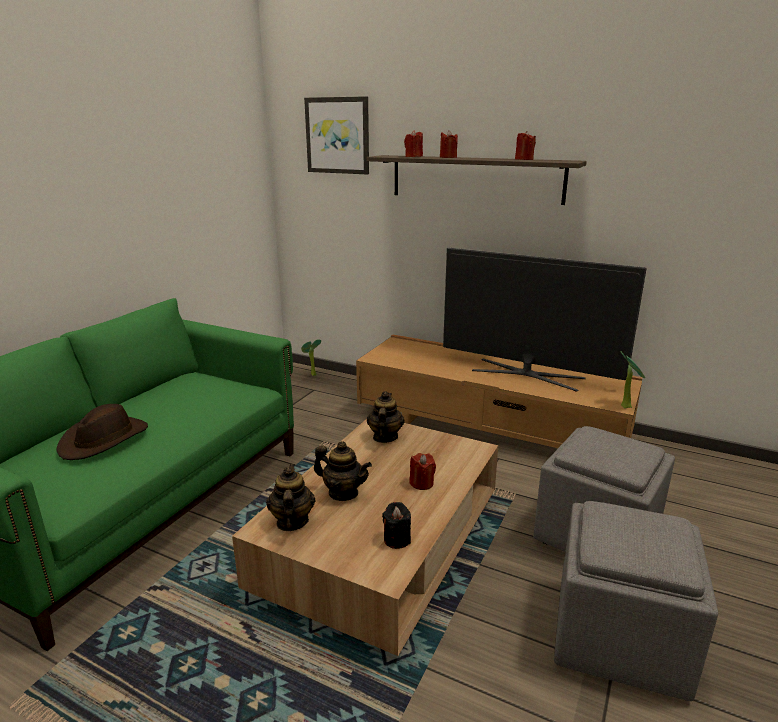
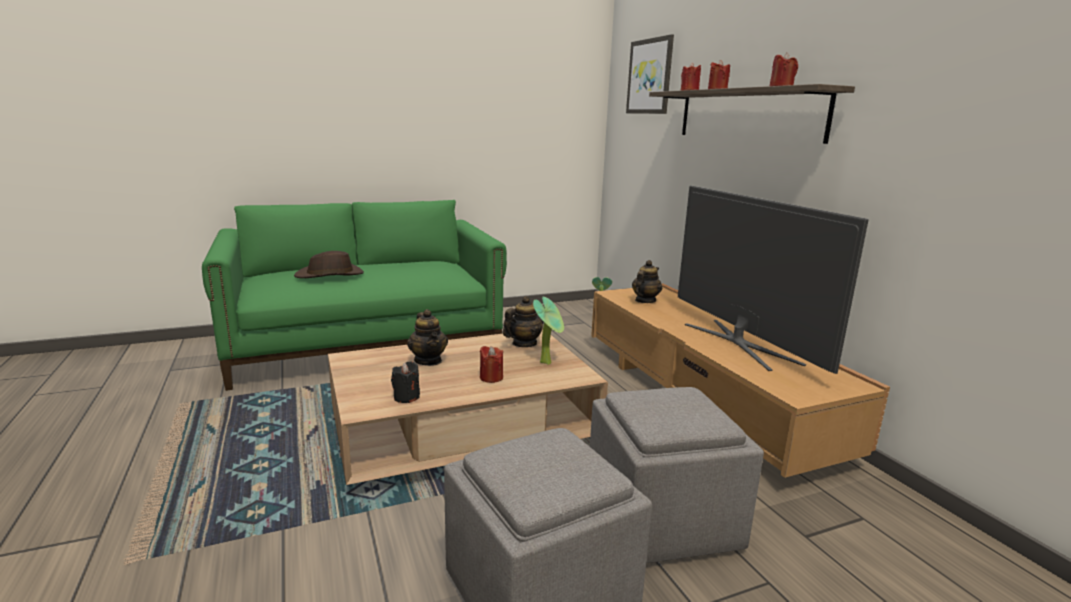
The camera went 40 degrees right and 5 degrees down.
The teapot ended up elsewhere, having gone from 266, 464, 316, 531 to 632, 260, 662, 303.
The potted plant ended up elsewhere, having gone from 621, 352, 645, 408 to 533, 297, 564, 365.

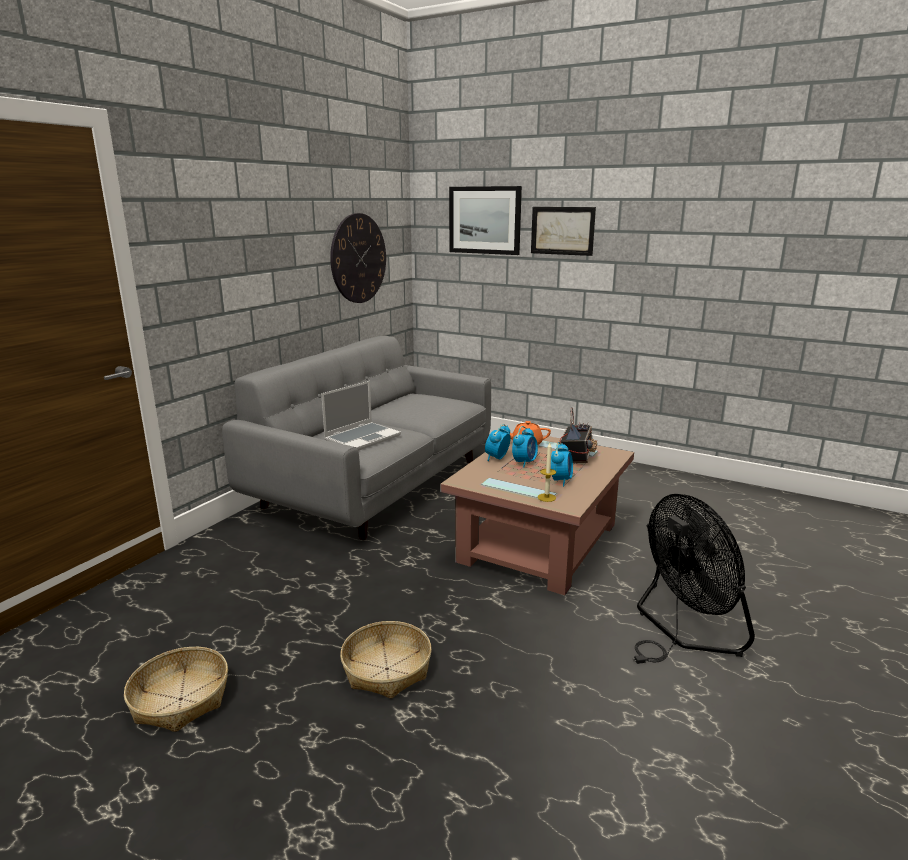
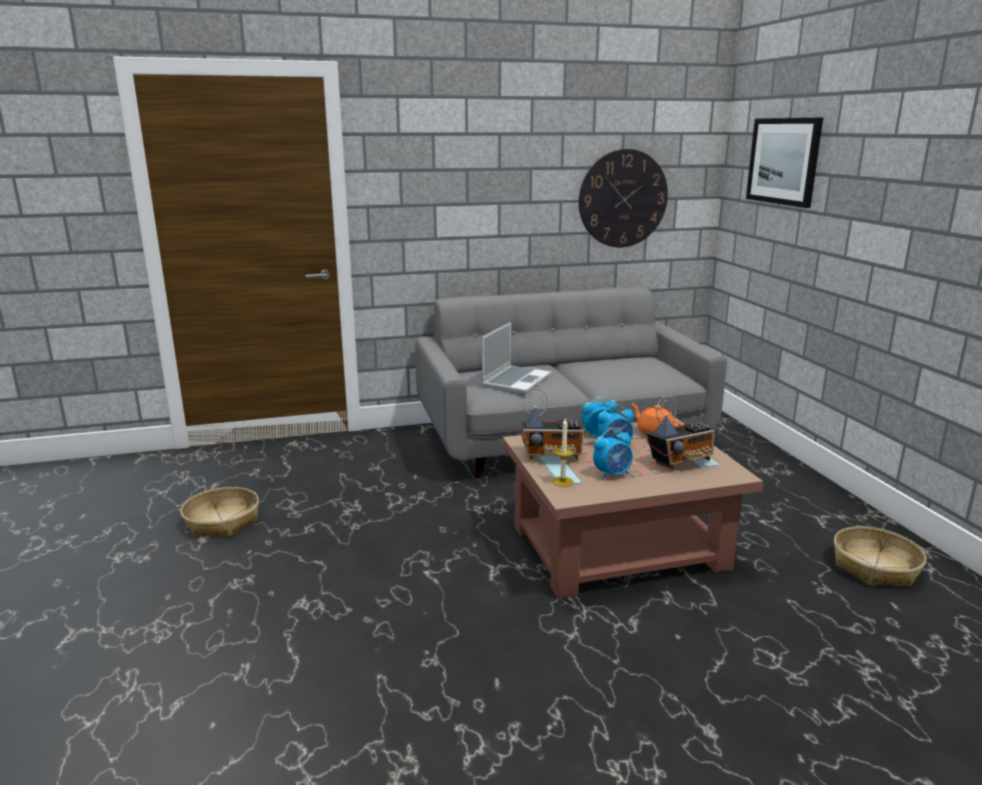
The camera went 45 degrees right and 0 degrees up.
The second view lost the picture at 531, 207, 596, 256.
The second view lost the black fan at 632, 494, 755, 664.
The second view gained the radio at 521, 388, 584, 460.
The basket ended up elsewhere, having gone from 340, 621, 432, 699 to 834, 526, 926, 587.
The laptop at 321, 381, 401, 451 ended up facing another way, 60 degrees counterclockwise from before.

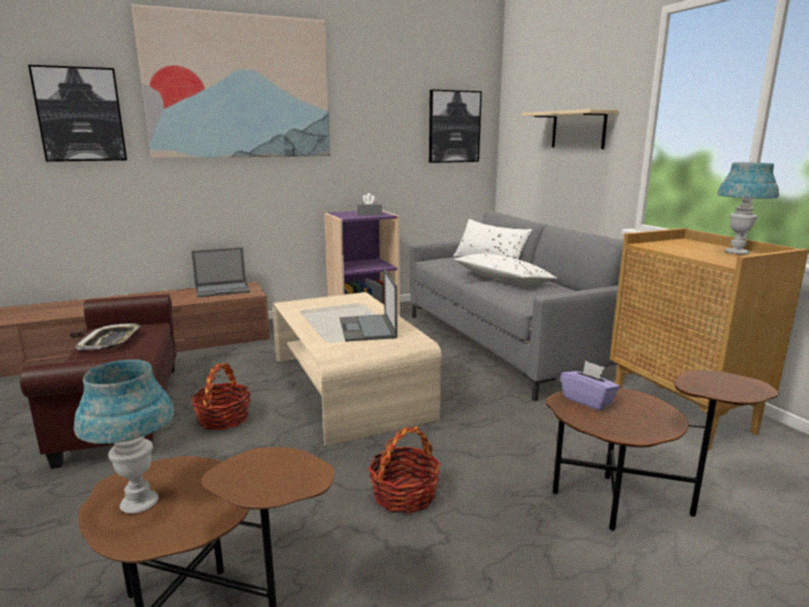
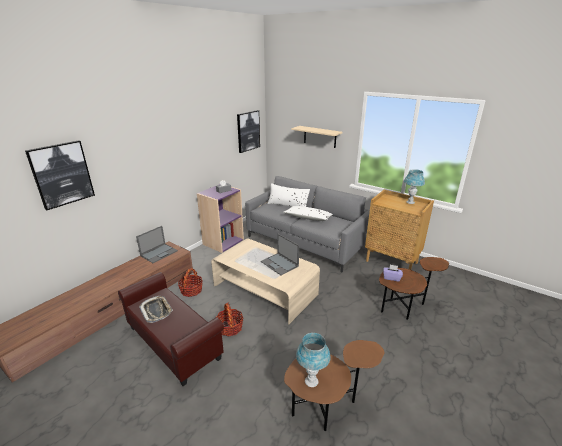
The camera went 30 degrees left and 10 degrees up.
The second view lost the picture at 131, 4, 330, 159.
The basket ended up elsewhere, having gone from 368, 426, 441, 514 to 178, 268, 203, 297.

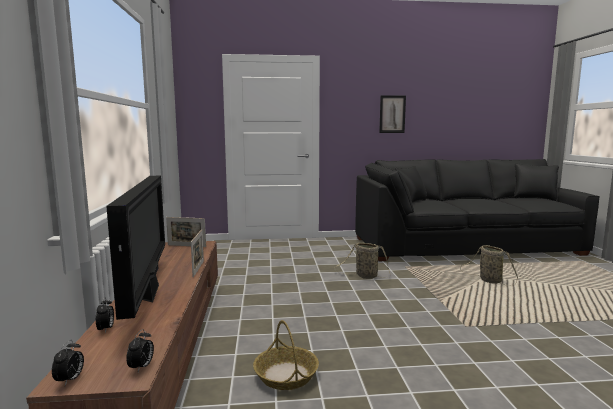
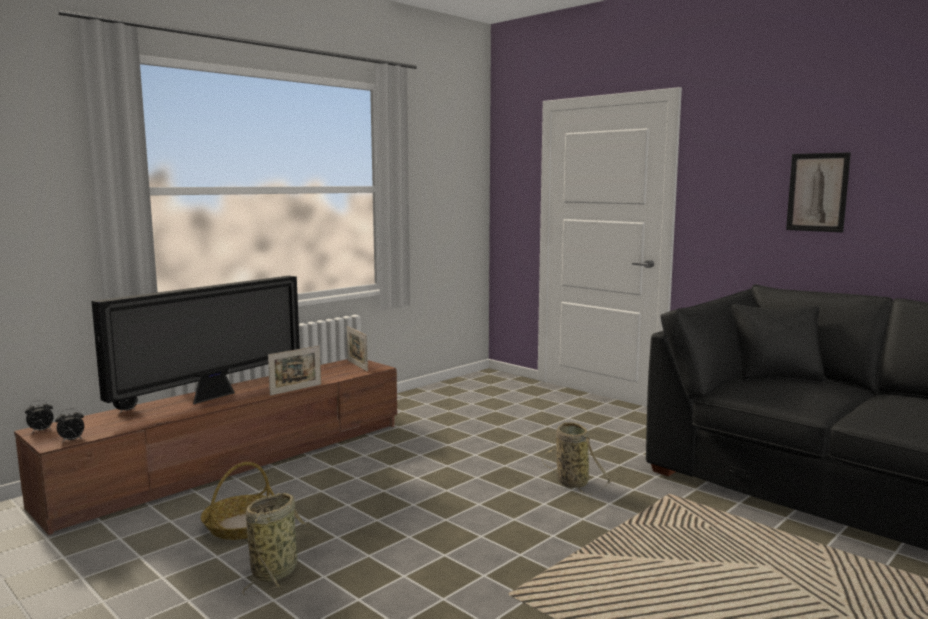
The camera went 50 degrees right and 0 degrees up.
The basket ended up elsewhere, having gone from 460, 245, 518, 286 to 242, 493, 310, 595.

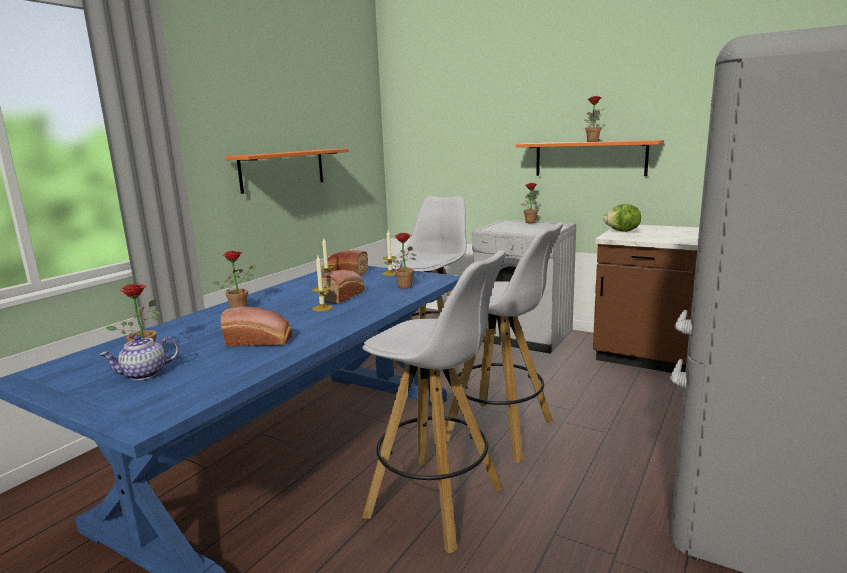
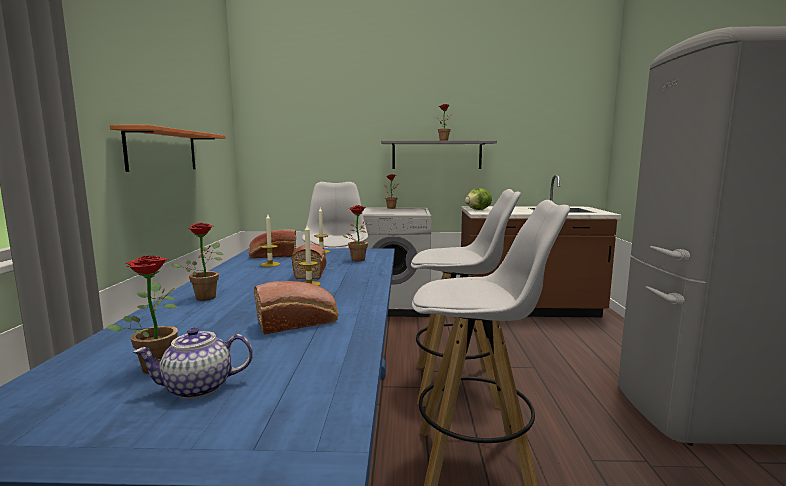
The camera went 30 degrees left and 5 degrees down.
What was the orange shelf at 516, 140, 664, 176 turned into the grey shelf at 381, 140, 497, 169.
The teapot at 99, 335, 179, 380 ended up facing another way, 45 degrees clockwise from before.

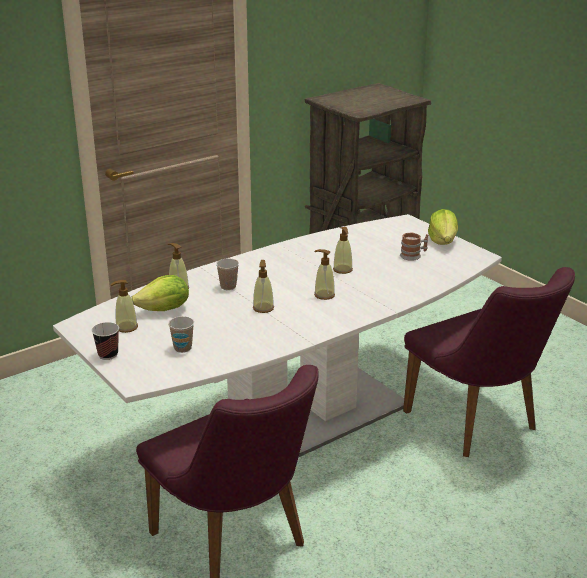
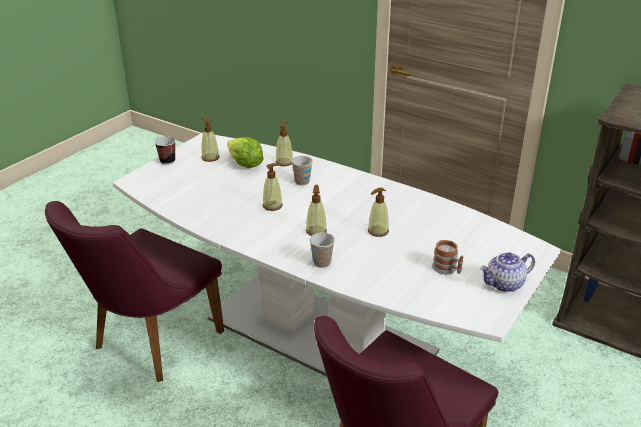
The camera went 70 degrees right and 5 degrees up.
The cup ended up elsewhere, having gone from 168, 316, 194, 353 to 310, 232, 335, 268.
Where the lettuce stood at 428, 209, 458, 245, the teapot came to stand at 480, 252, 535, 292.

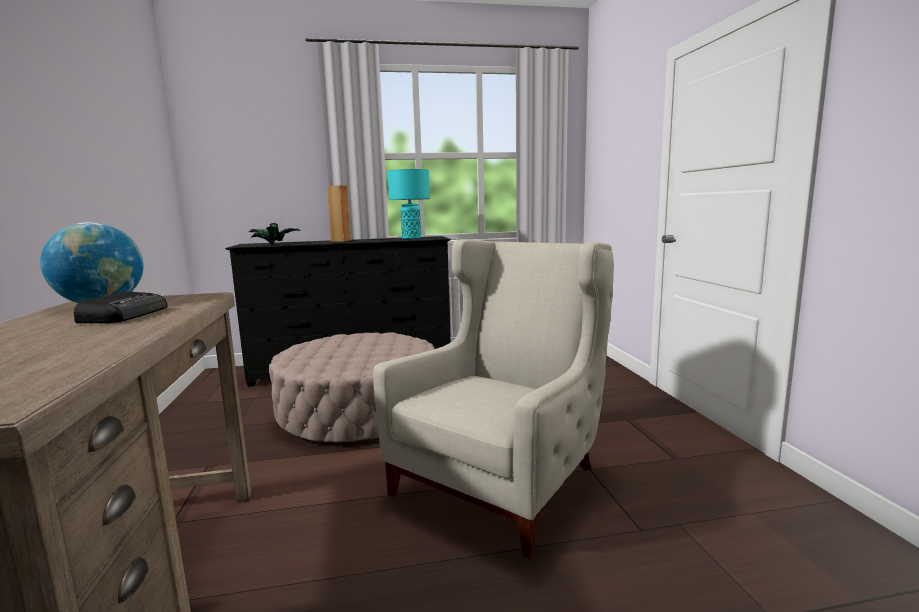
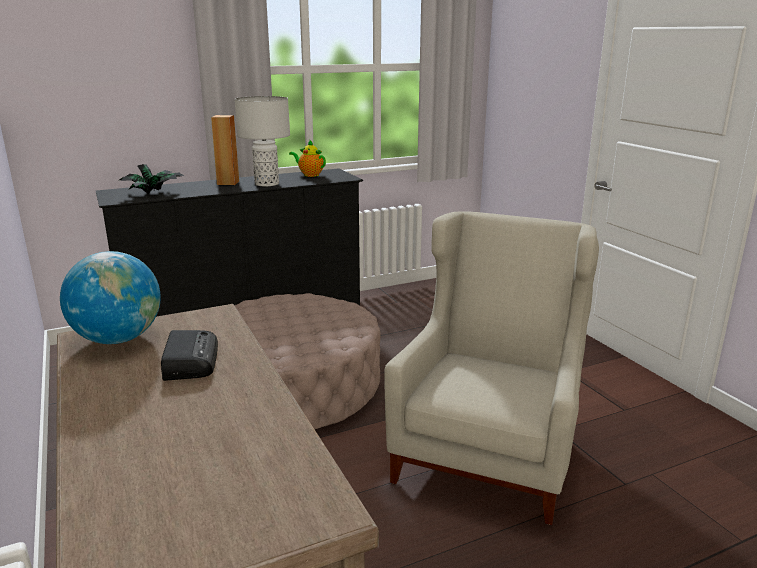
The camera went 15 degrees left and 10 degrees up.
The second view gained the white table lamp at 235, 96, 290, 186.
Where the turquoise table lamp stood at 388, 169, 430, 239, the teapot came to stand at 289, 140, 326, 177.

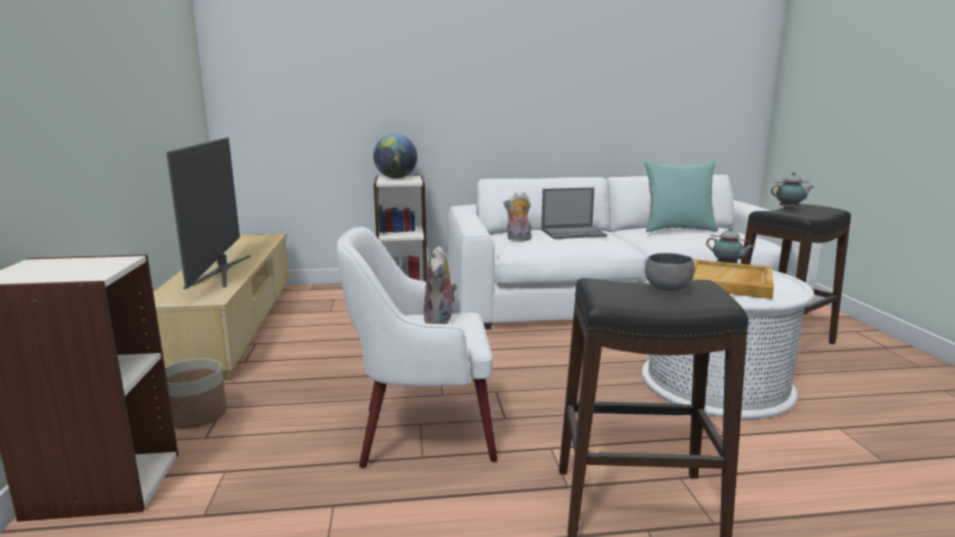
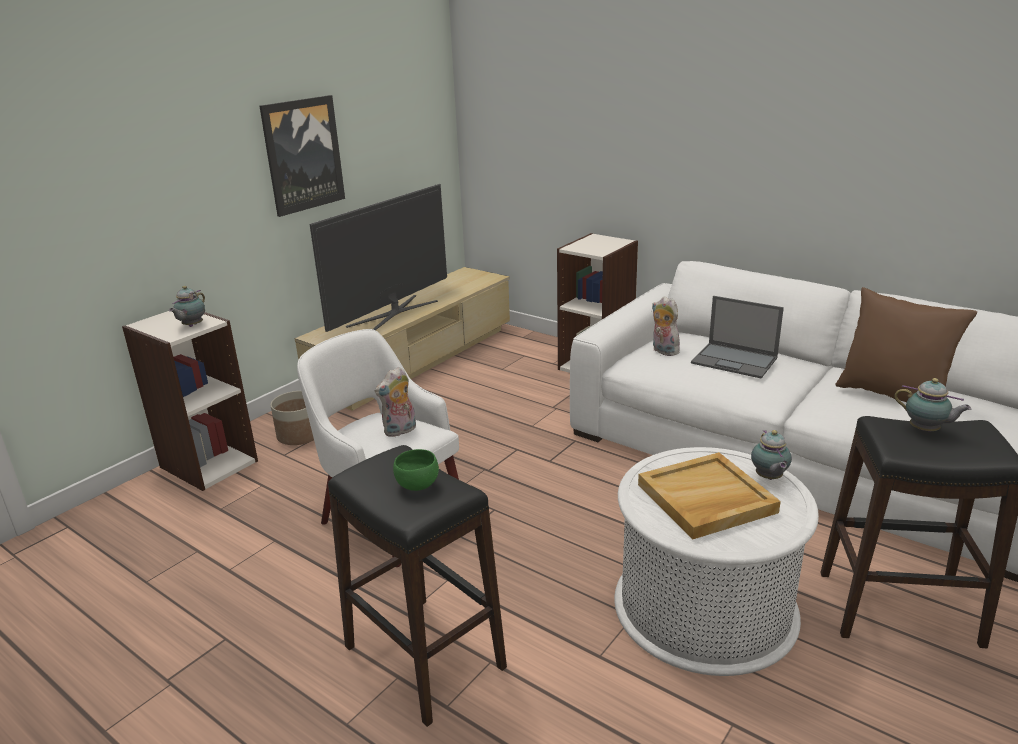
The camera went 45 degrees right and 10 degrees up.
The second view lost the globe at 373, 134, 418, 178.
The second view gained the teapot at 169, 286, 205, 327.
The second view gained the picture at 259, 95, 345, 217.
What was the turquoise pillow at 645, 161, 718, 232 turned into the brown pillow at 835, 287, 977, 402.
What was the grey bowl at 645, 253, 695, 291 turned into the green bowl at 393, 449, 439, 491.

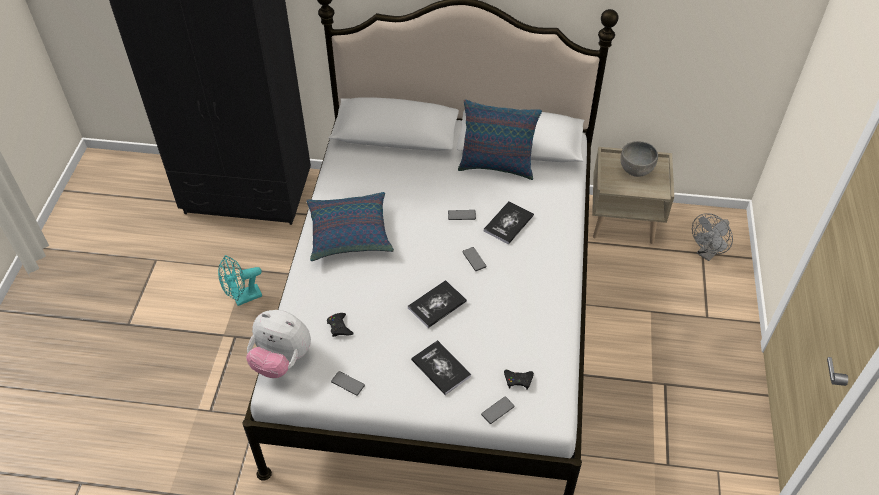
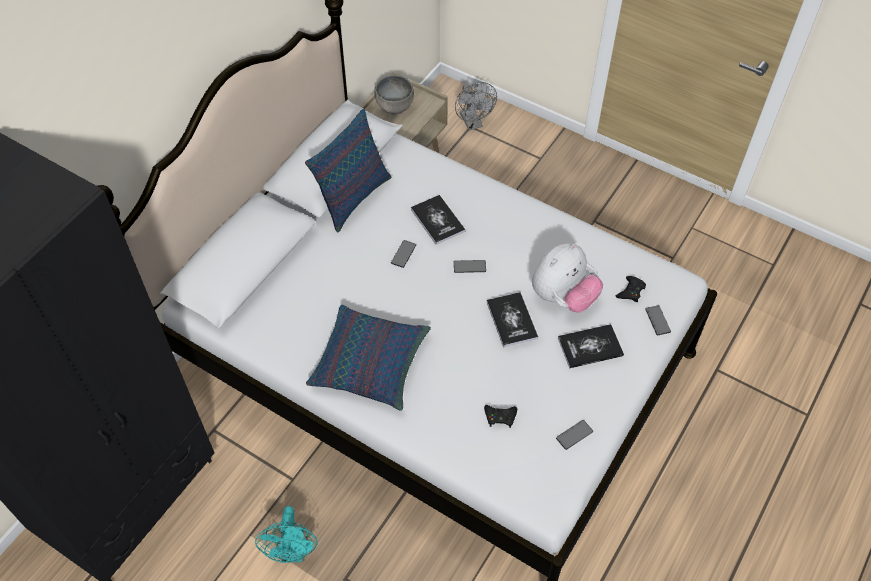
The camera went 65 degrees left and 5 degrees up.
The plush toy ended up elsewhere, having gone from 246, 310, 311, 378 to 532, 243, 603, 313.

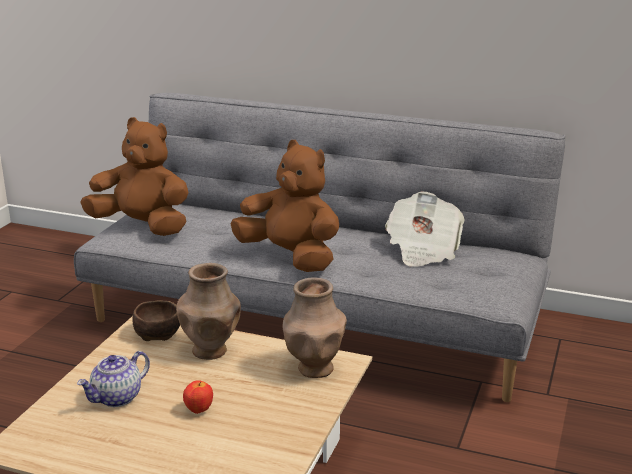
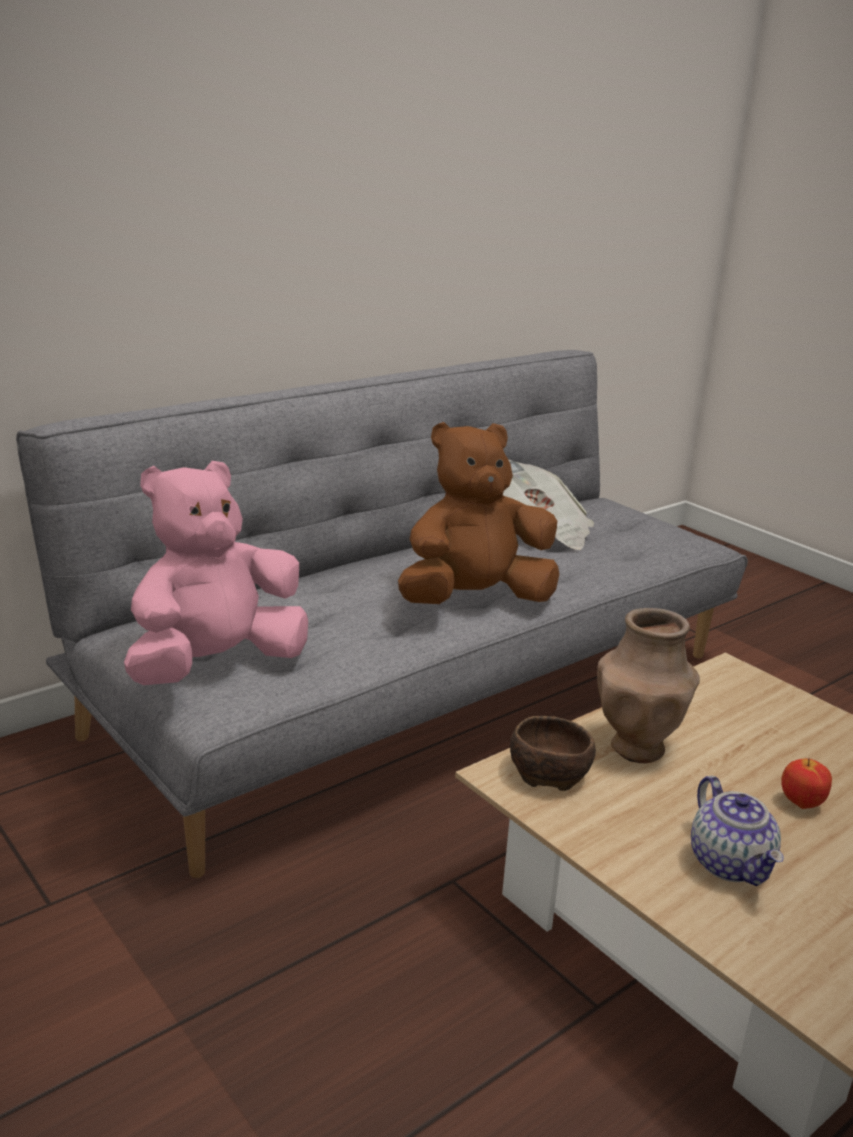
The camera went 60 degrees left and 0 degrees up.
The second view lost the brown vase at 282, 278, 347, 378.
What was the brown plush toy at 80, 117, 189, 236 turned into the pink plush toy at 124, 461, 308, 685.

